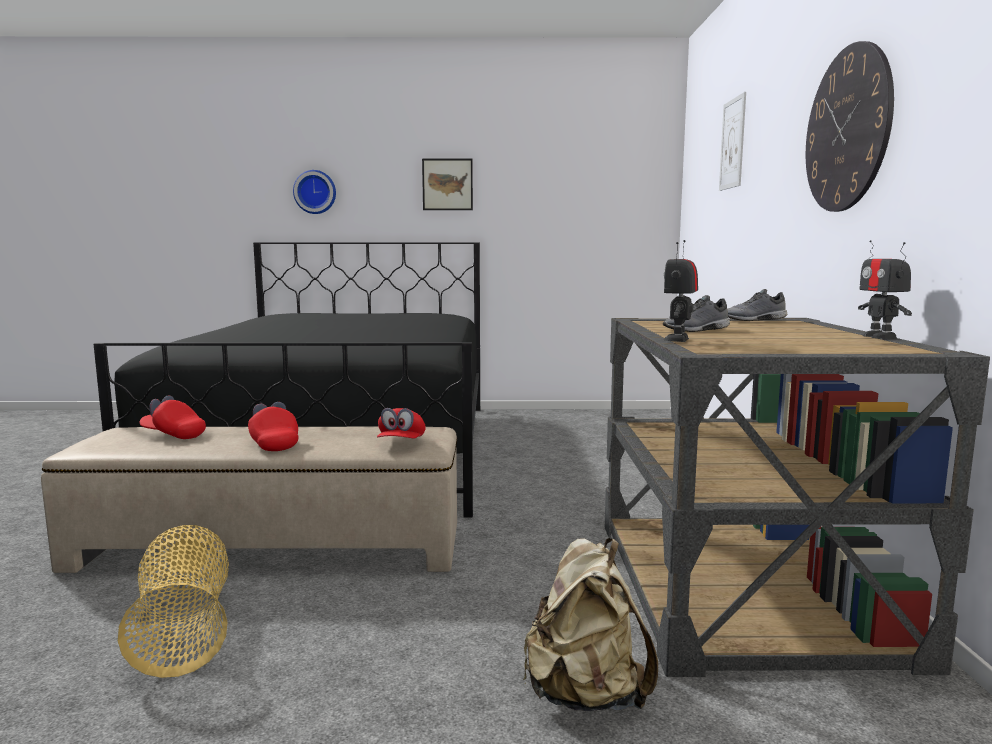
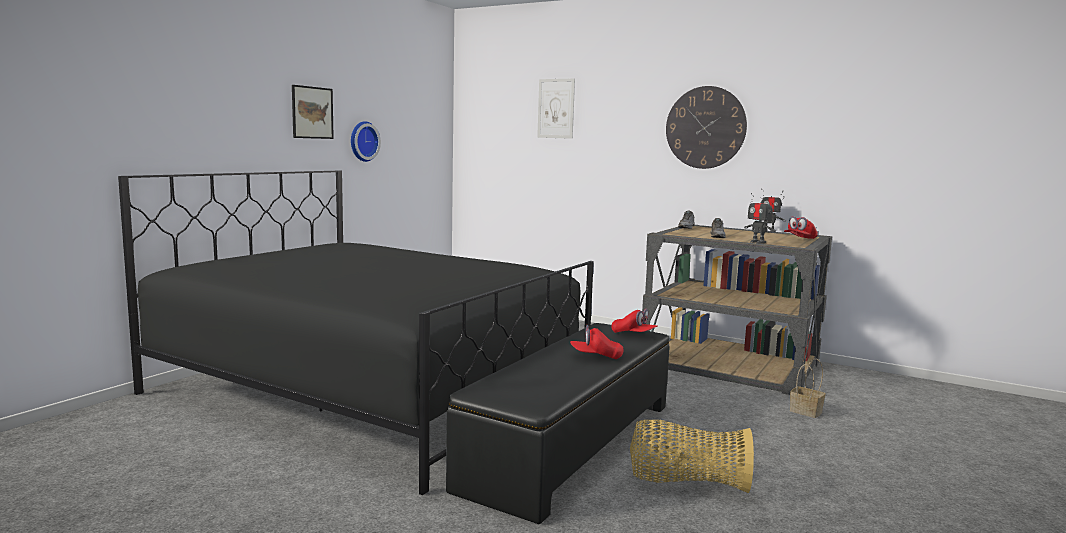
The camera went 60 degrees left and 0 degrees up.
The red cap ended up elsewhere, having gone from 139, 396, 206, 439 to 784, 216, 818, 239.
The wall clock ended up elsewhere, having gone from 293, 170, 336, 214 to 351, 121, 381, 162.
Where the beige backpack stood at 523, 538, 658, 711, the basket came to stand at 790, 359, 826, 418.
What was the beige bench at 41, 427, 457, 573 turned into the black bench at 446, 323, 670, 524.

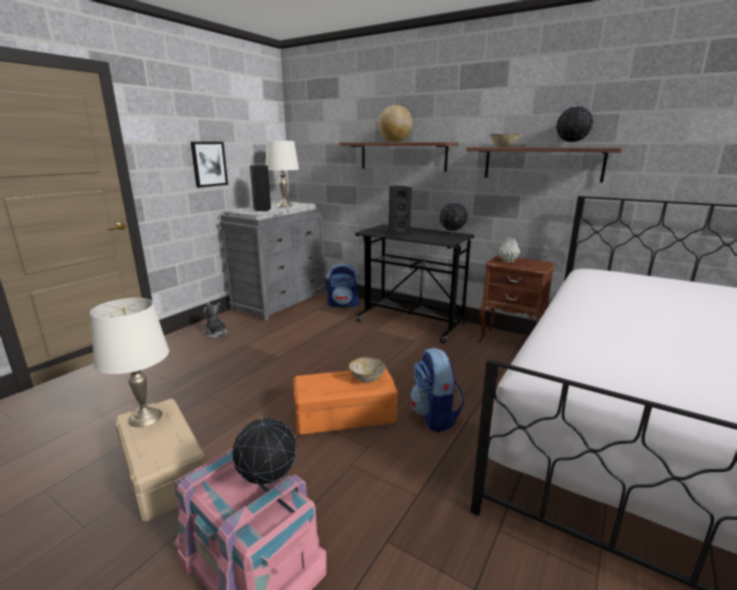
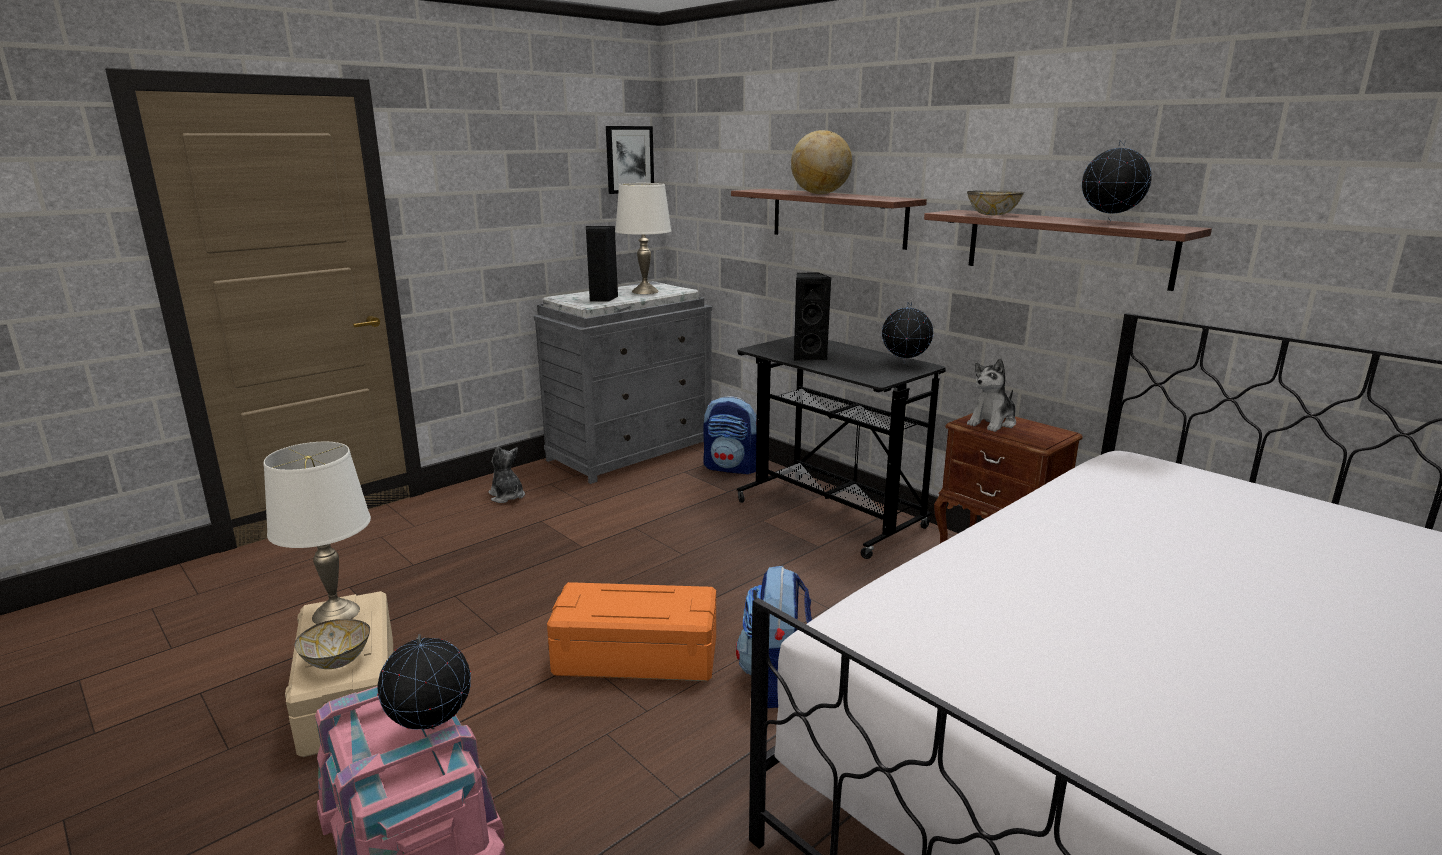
The camera went 15 degrees right and 0 degrees up.
The picture ended up elsewhere, having gone from 191, 142, 228, 188 to 606, 126, 654, 194.
The bowl ended up elsewhere, having gone from 349, 357, 386, 383 to 295, 619, 370, 669.
Where the grey vase stood at 499, 238, 520, 262, the plush toy came to stand at 967, 358, 1016, 432.

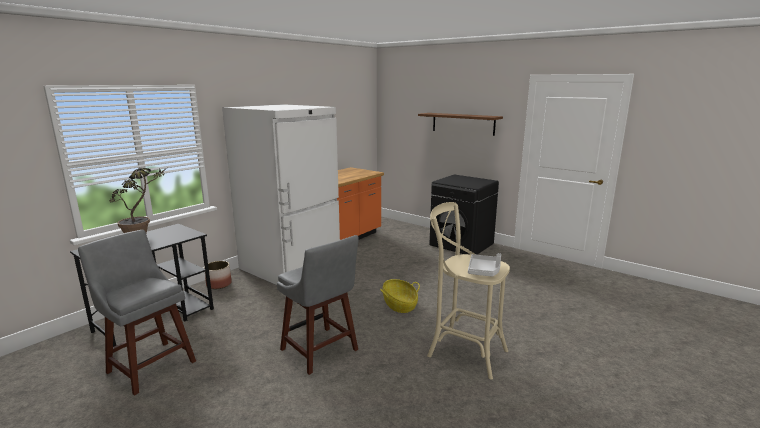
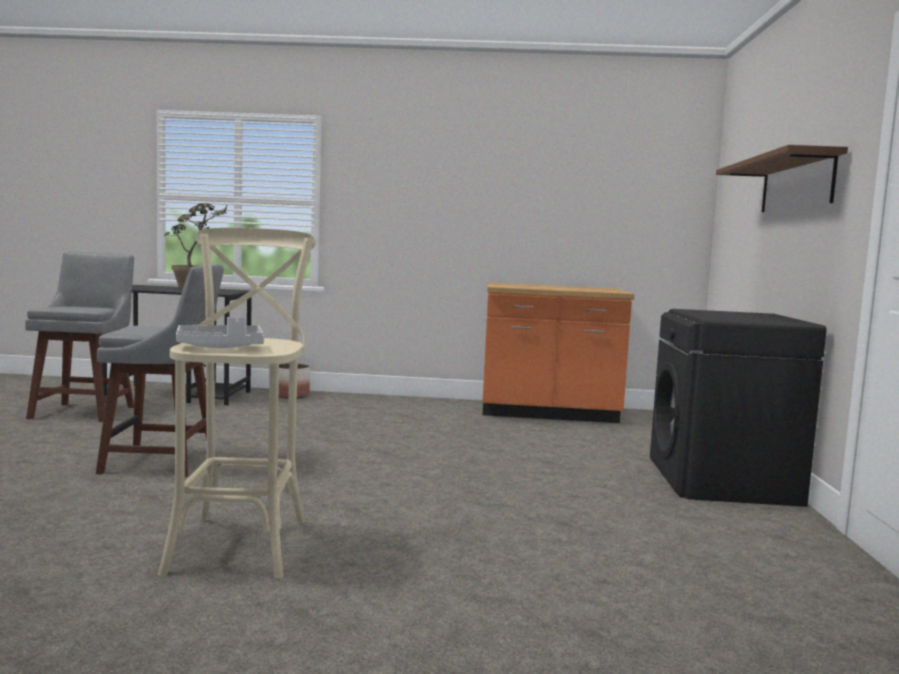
The camera went 55 degrees right and 10 degrees down.
The second view lost the white fridge at 222, 104, 340, 285.
The second view lost the basket at 380, 279, 420, 313.
The grey chair at 277, 235, 359, 375 ended up facing another way, 105 degrees counterclockwise from before.

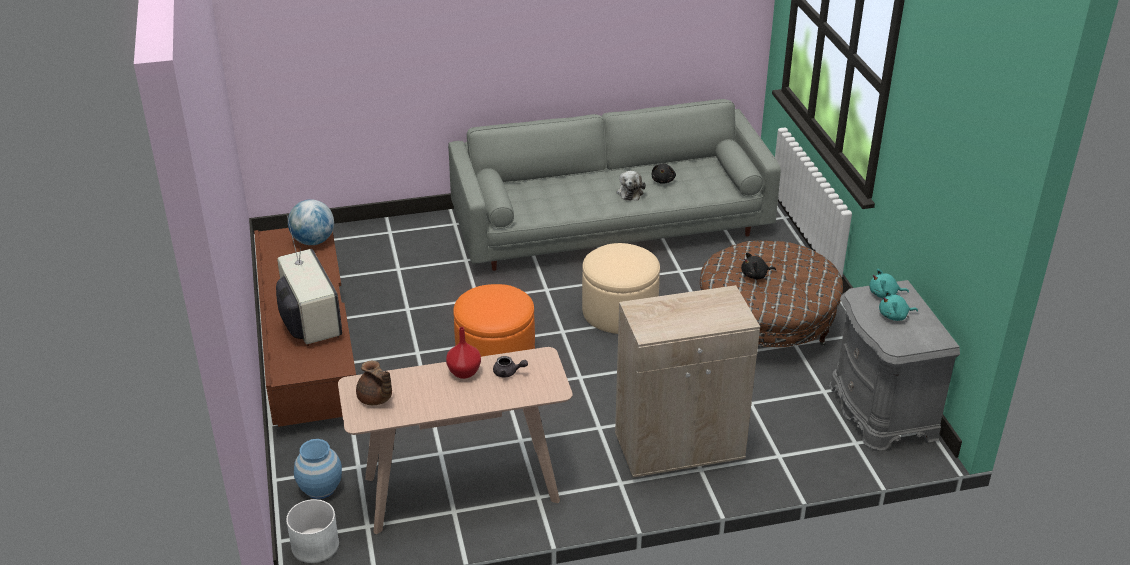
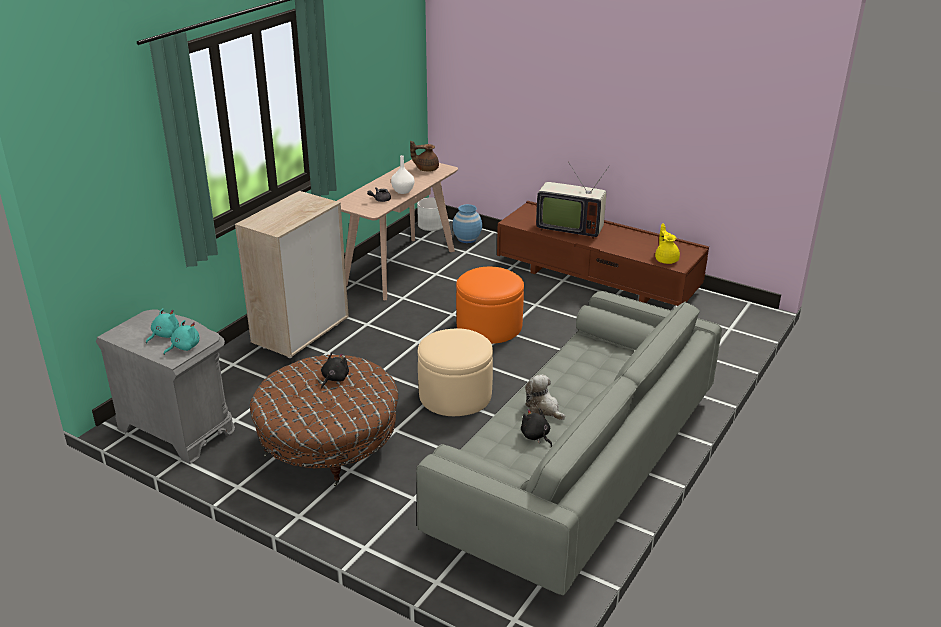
The camera went 135 degrees right and 5 degrees down.
Where the globe stood at 288, 199, 334, 245, the yellow teapot came to stand at 655, 223, 680, 264.
What was the red vase at 446, 327, 481, 379 turned into the white vase at 391, 155, 414, 194.

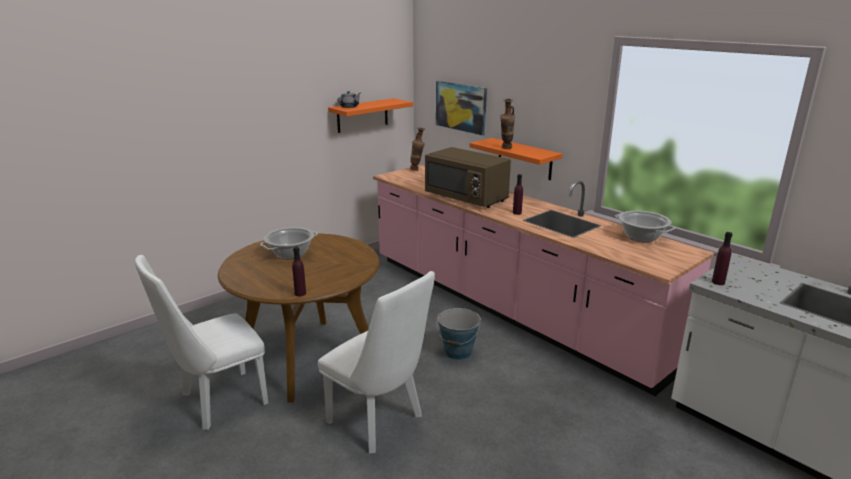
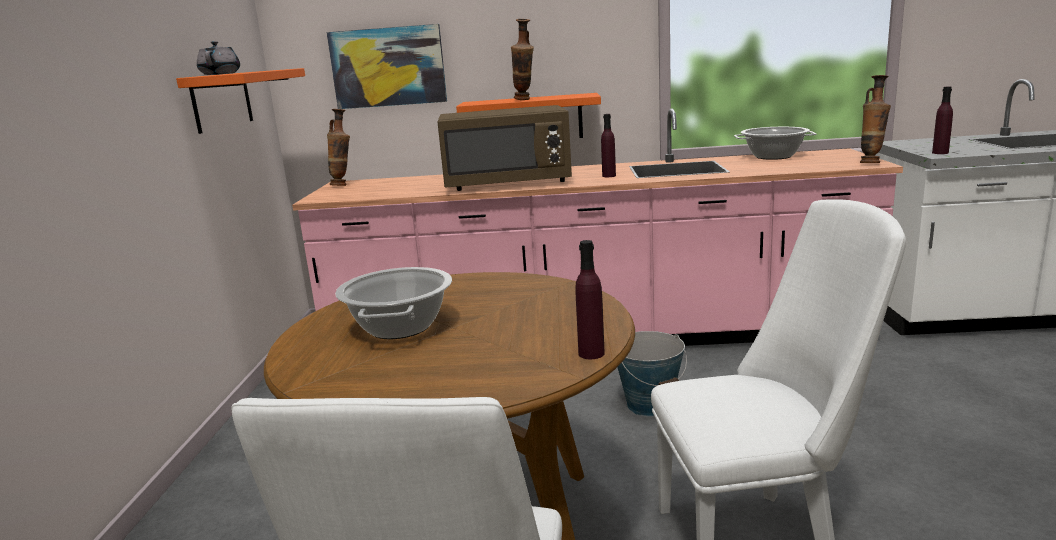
The camera went 45 degrees left and 5 degrees down.
The second view gained the vase at 860, 75, 891, 163.

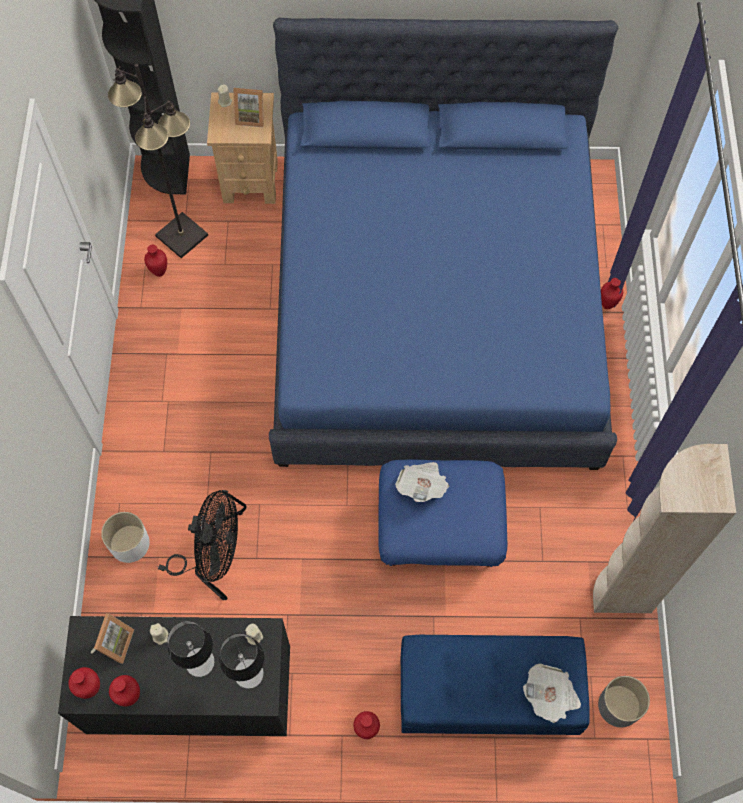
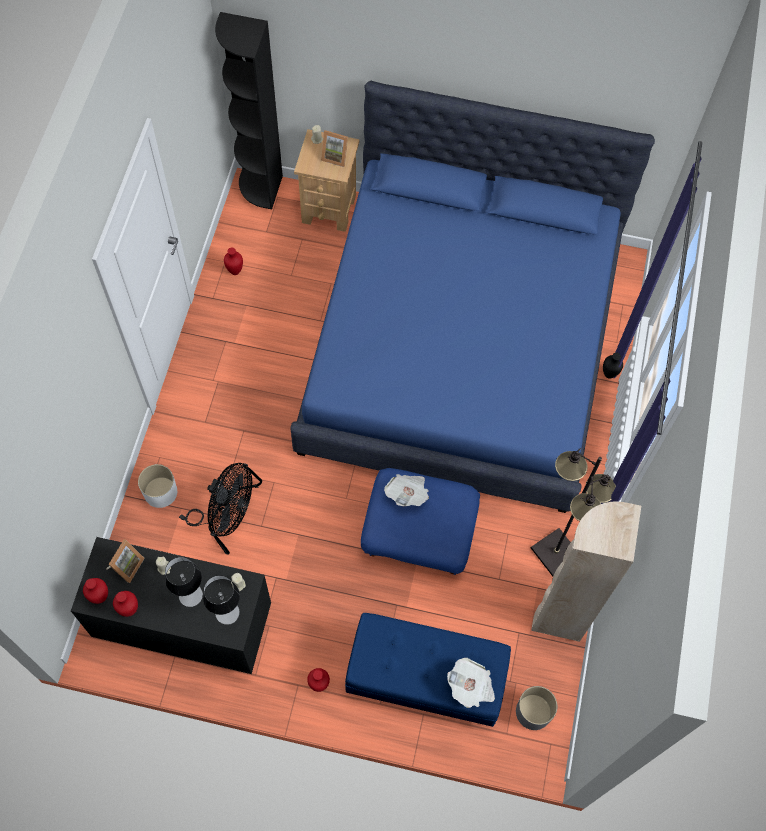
The camera went 10 degrees right and 0 degrees up.
The black floor lamp ended up elsewhere, having gone from 108, 64, 208, 258 to 531, 448, 616, 576.
What was the red vase at 601, 278, 623, 309 turned into the black vase at 603, 353, 623, 379.

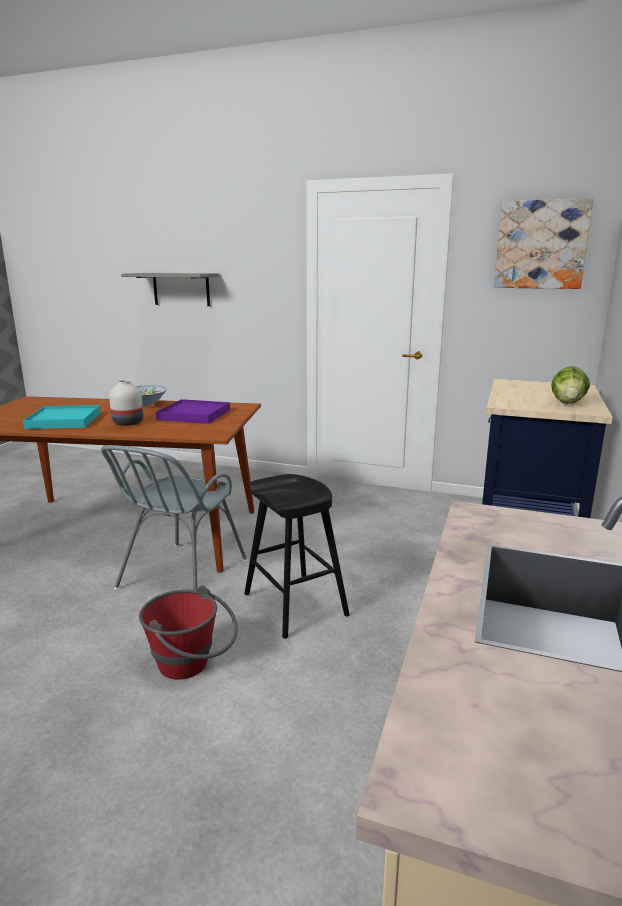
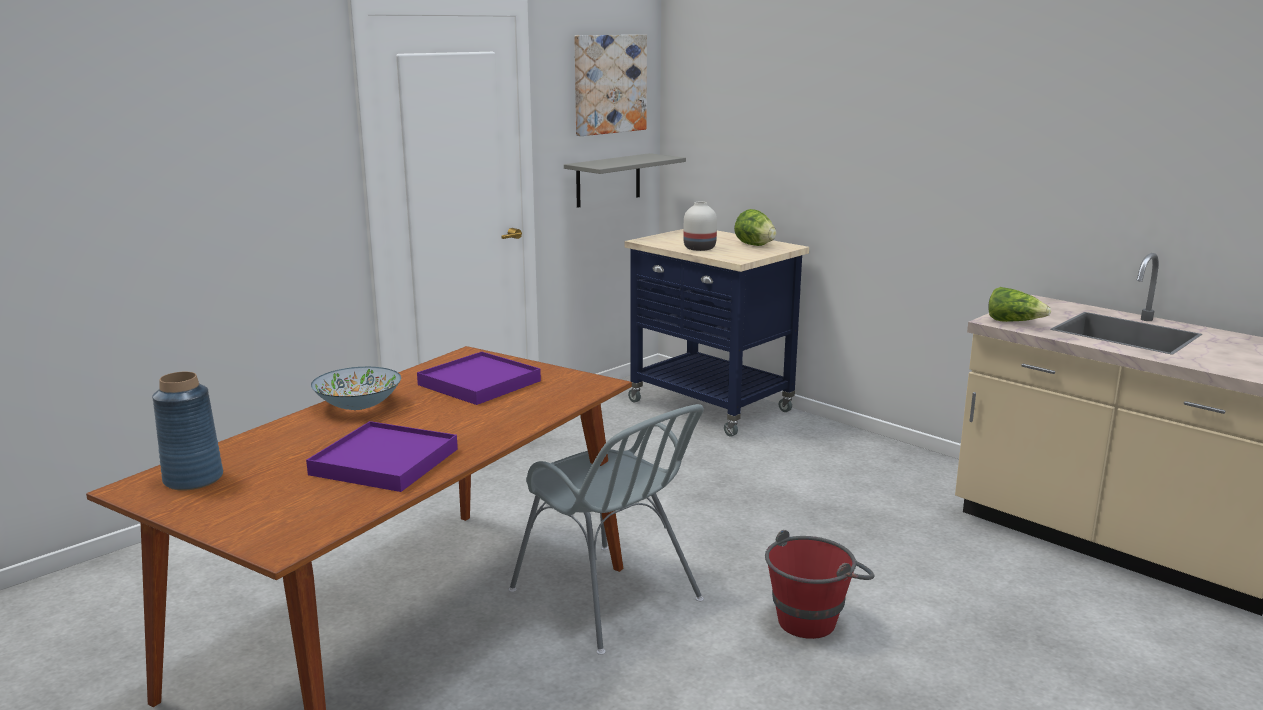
The camera went 65 degrees left and 0 degrees up.
The second view lost the black stool at 244, 474, 350, 639.
The second view gained the blue vase at 152, 372, 223, 491.
The second view gained the lettuce at 988, 287, 1051, 322.
The white vase ended up elsewhere, having gone from 109, 380, 143, 426 to 683, 202, 717, 251.
The grey shelf ended up elsewhere, having gone from 121, 273, 219, 306 to 564, 153, 686, 208.
What was the turquoise tray at 23, 405, 101, 429 turned into the purple tray at 306, 421, 458, 492.

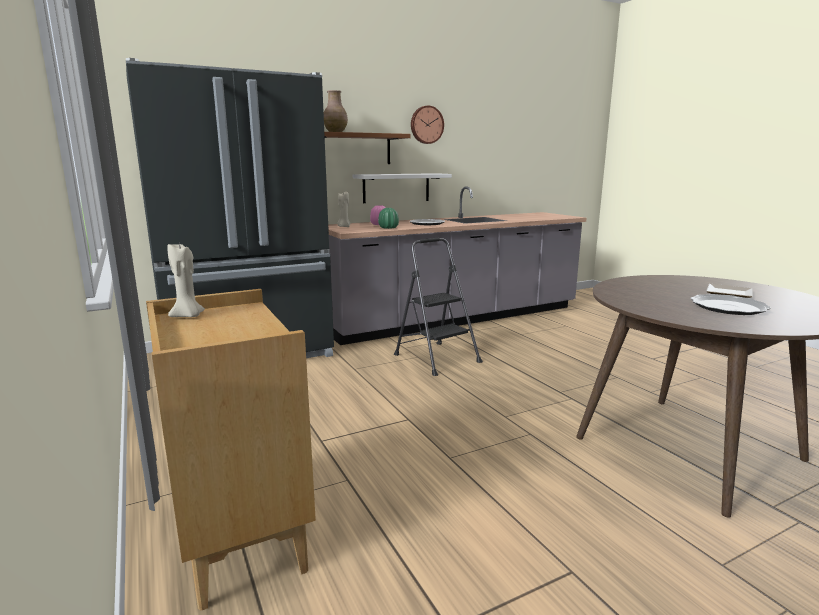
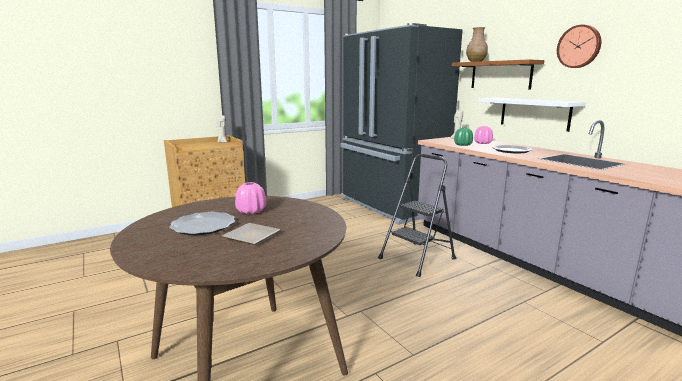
The camera went 85 degrees right and 0 degrees up.
The second view gained the pink vase at 235, 182, 266, 214.

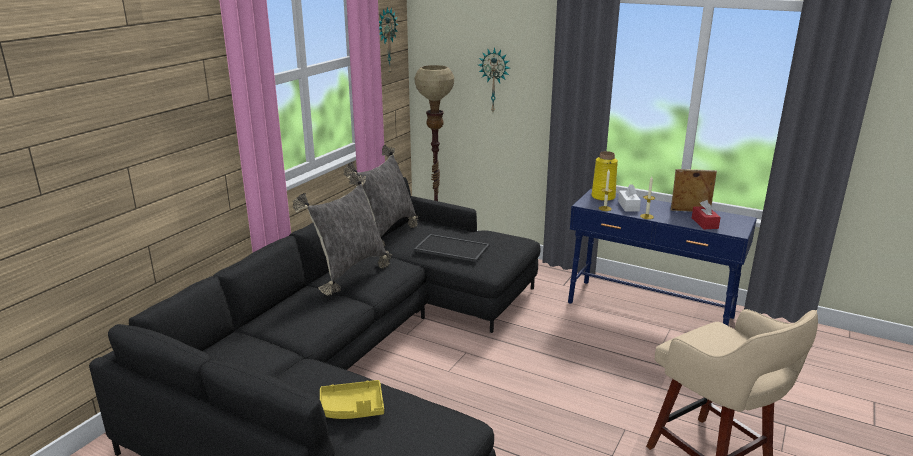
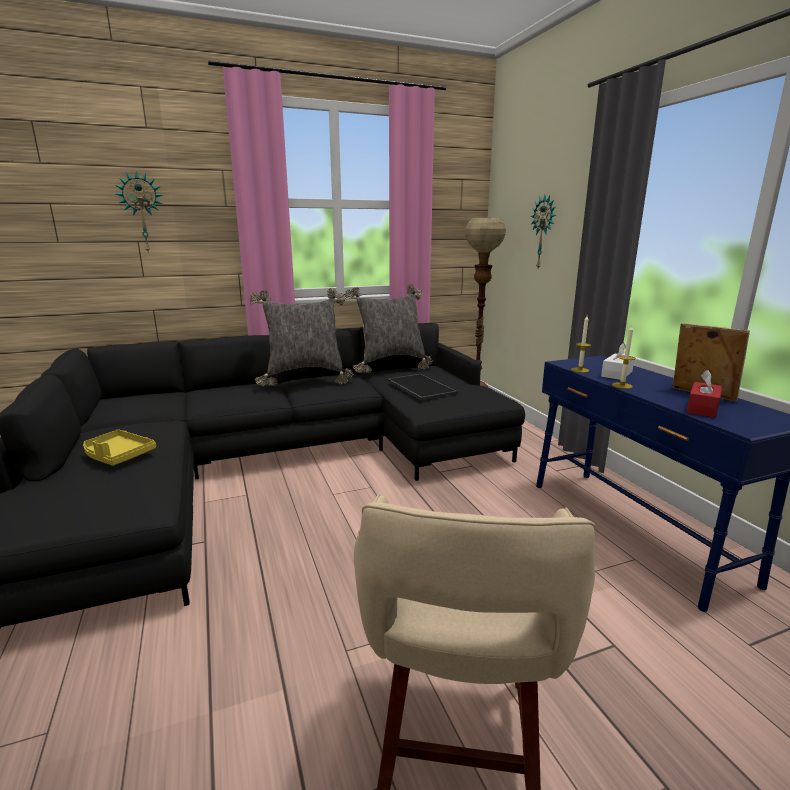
The camera went 40 degrees right and 5 degrees down.
The second view lost the yellow vase at 591, 151, 618, 201.
The wall clock ended up elsewhere, having gone from 379, 7, 398, 73 to 115, 171, 163, 254.

